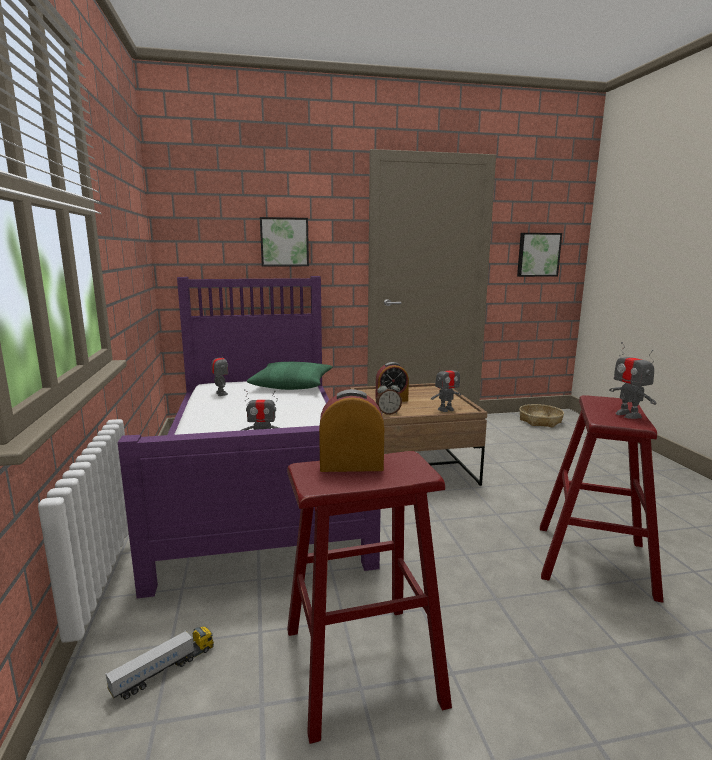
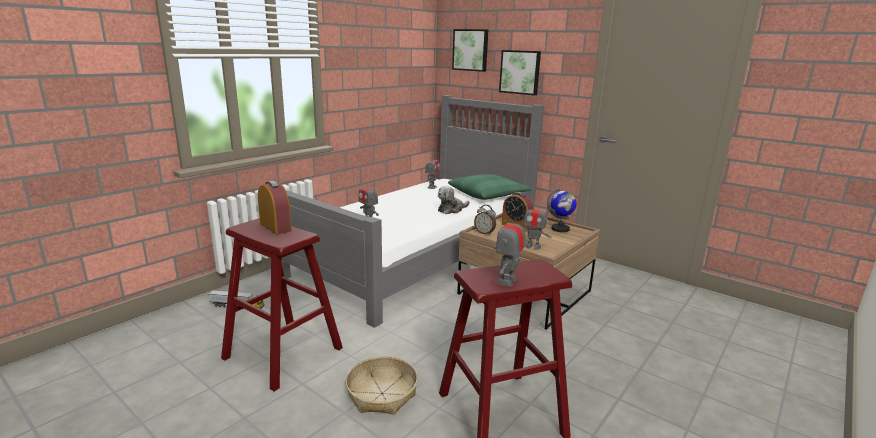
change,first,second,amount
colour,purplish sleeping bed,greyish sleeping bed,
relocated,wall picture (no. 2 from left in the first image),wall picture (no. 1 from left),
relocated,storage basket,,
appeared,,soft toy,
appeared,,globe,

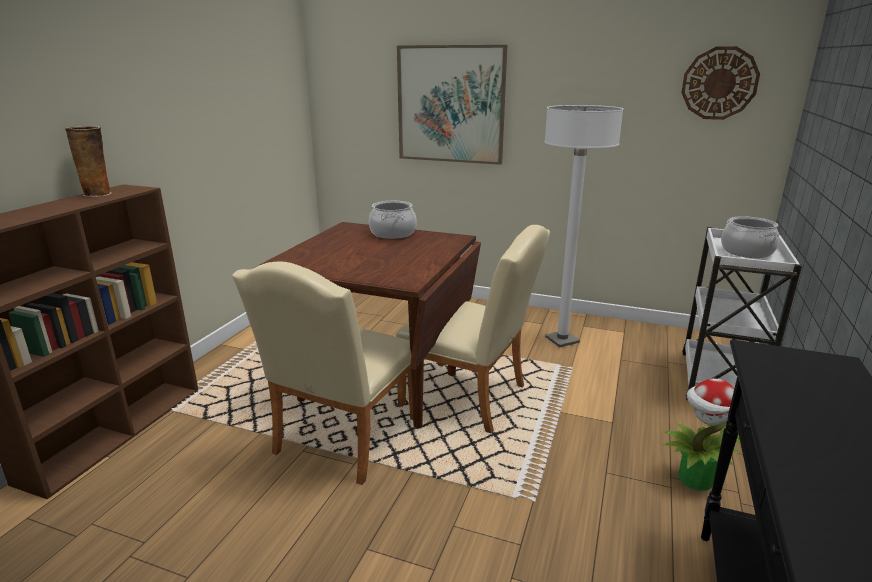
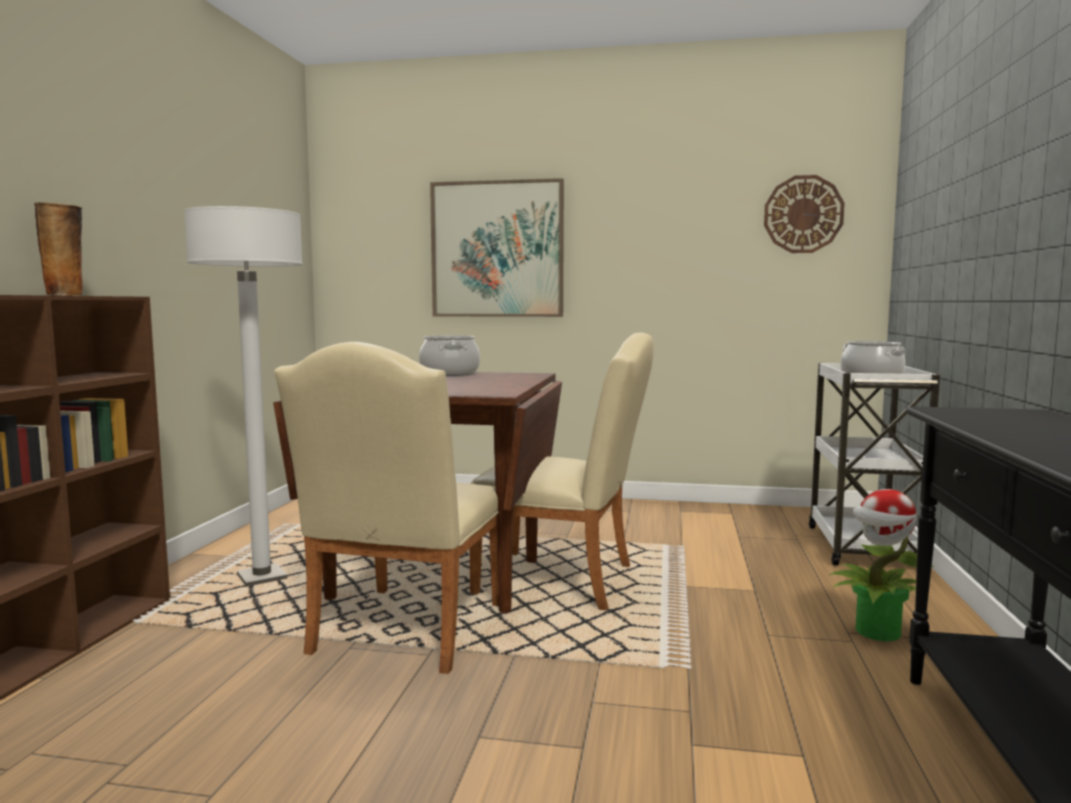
change,first,second,amount
relocated,whitish standing lamp,,

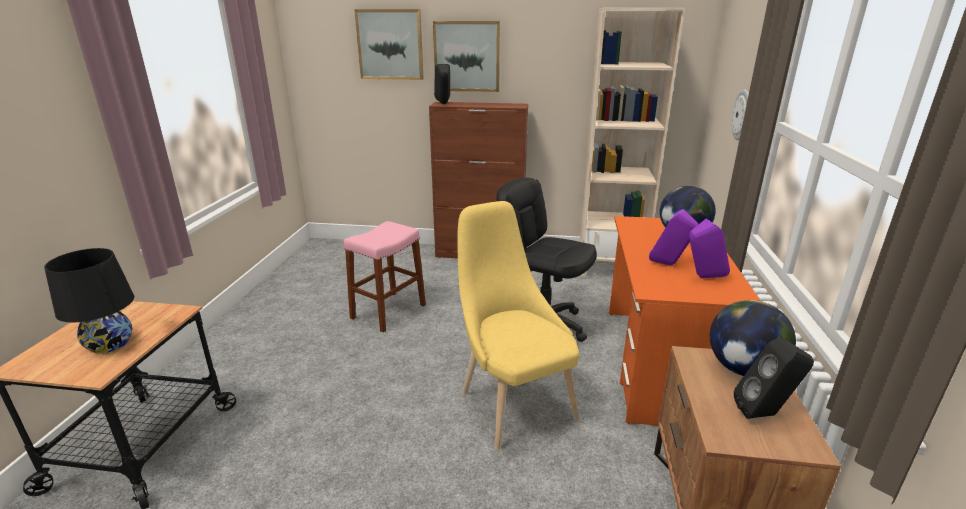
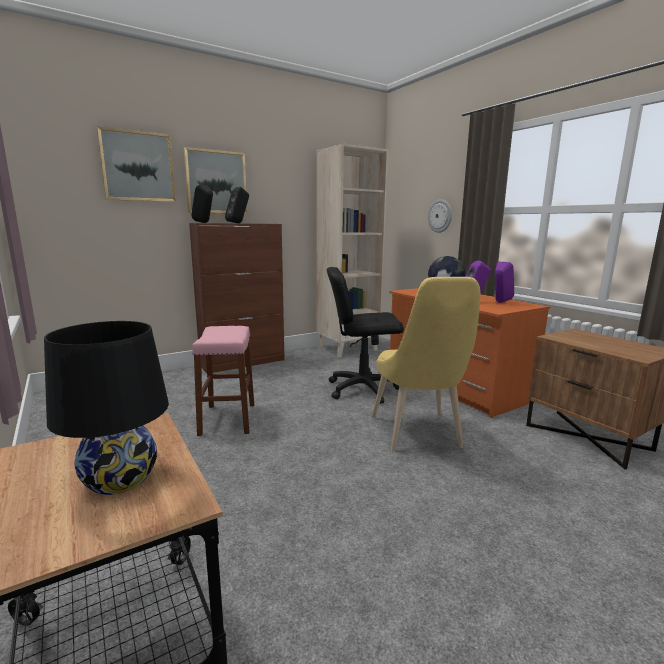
change,first,second,amount
spun,yellow-coloured upright chair,,120 degrees counterclockwise
missing,globe (no. 2 from left),,
relocated,black-coloured audio speaker (no. 2 from left),,

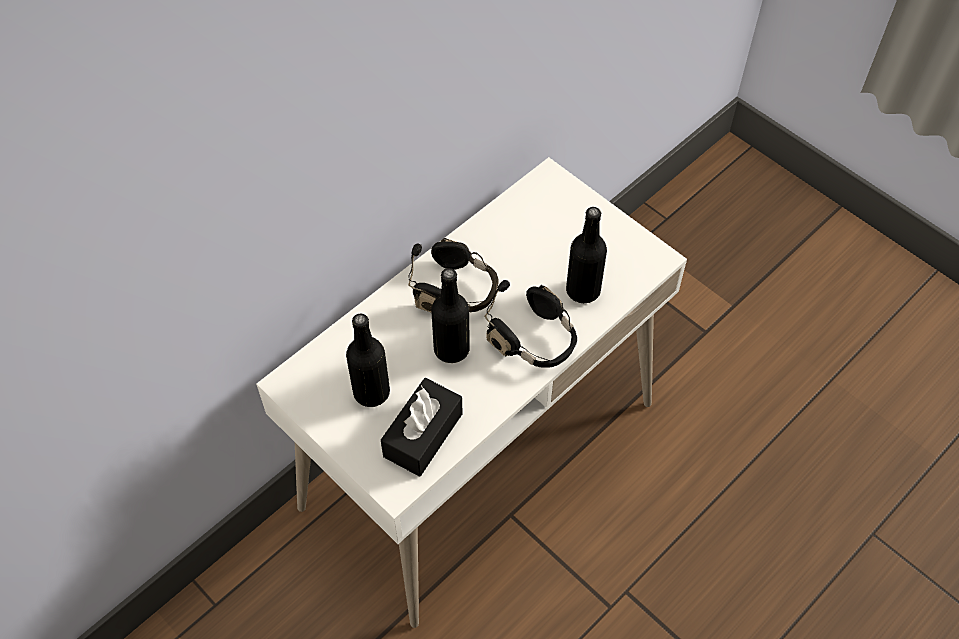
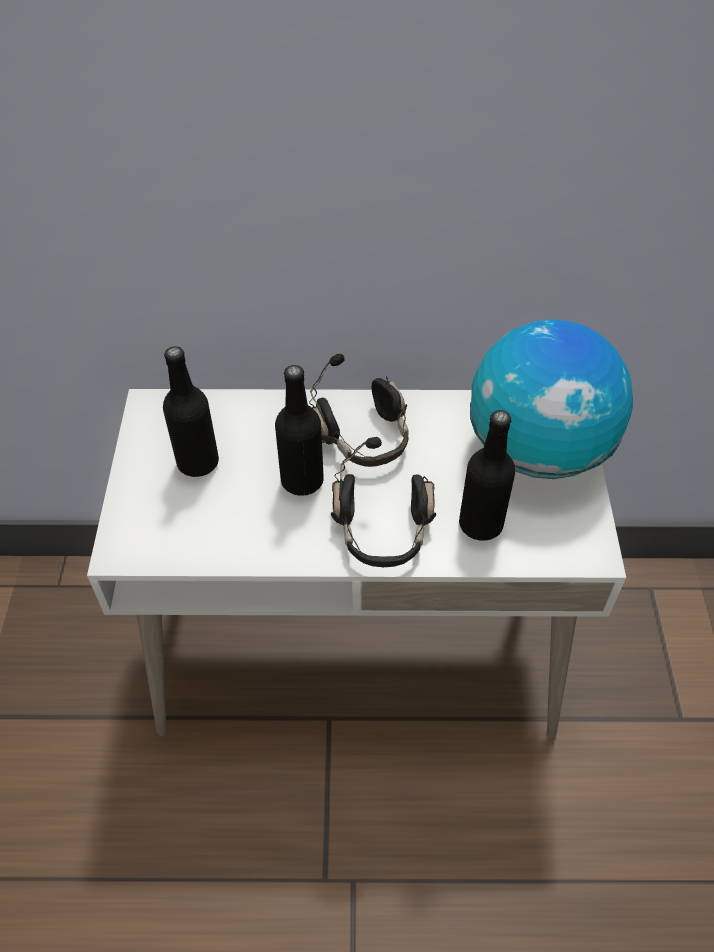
change,first,second,amount
missing,black-coloured tissue box,,
appeared,,globe,

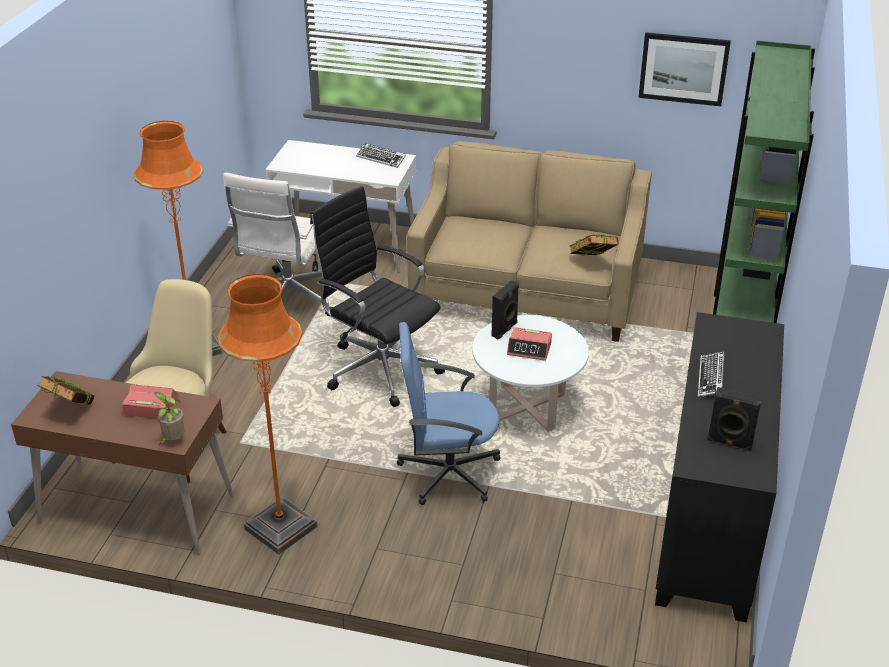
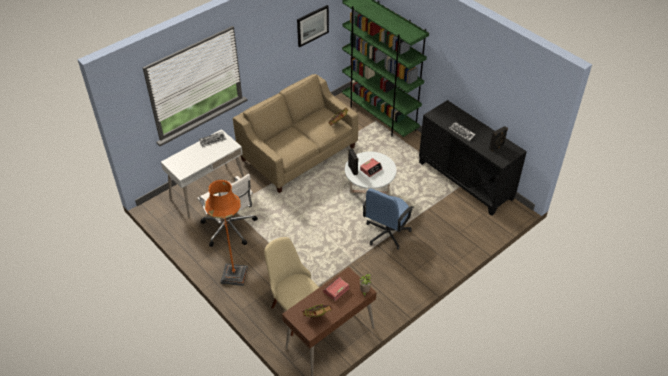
change,first,second,amount
missing,orange-coloured standing lamp (no. 2 from left),,
missing,black-coloured office chair,,

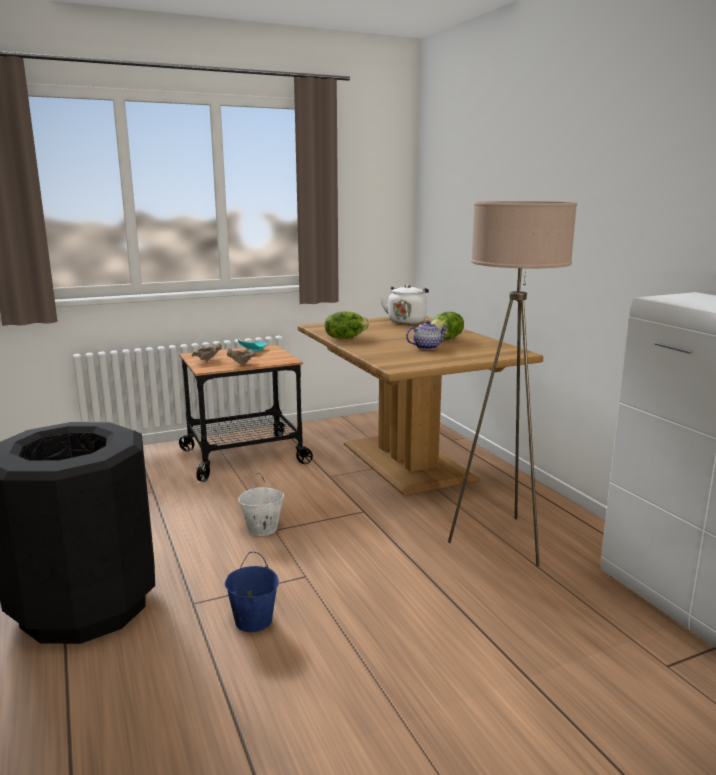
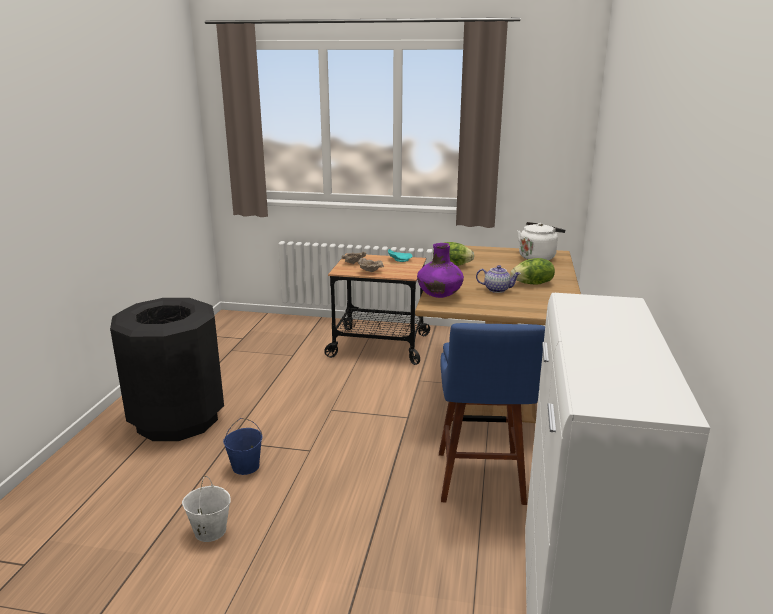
change,first,second,amount
relocated,whitish bucket,,
exchanged,sand-coloured standing lamp,bluish stool seat,
appeared,,purplish flower vase,

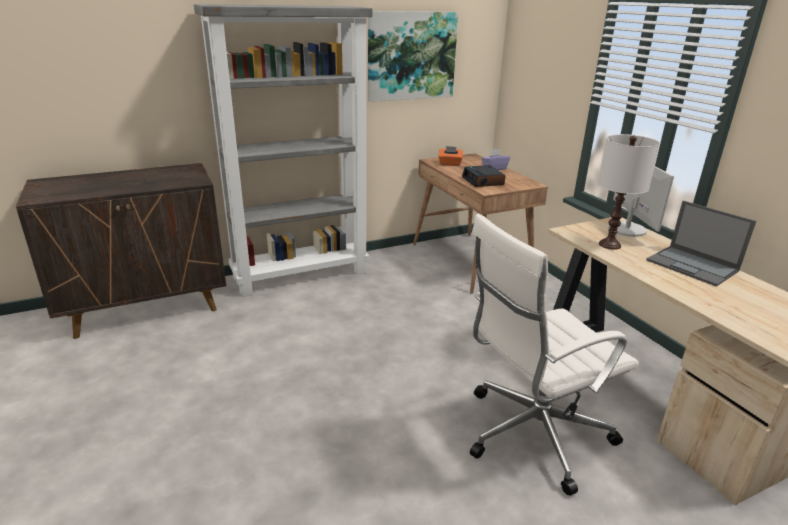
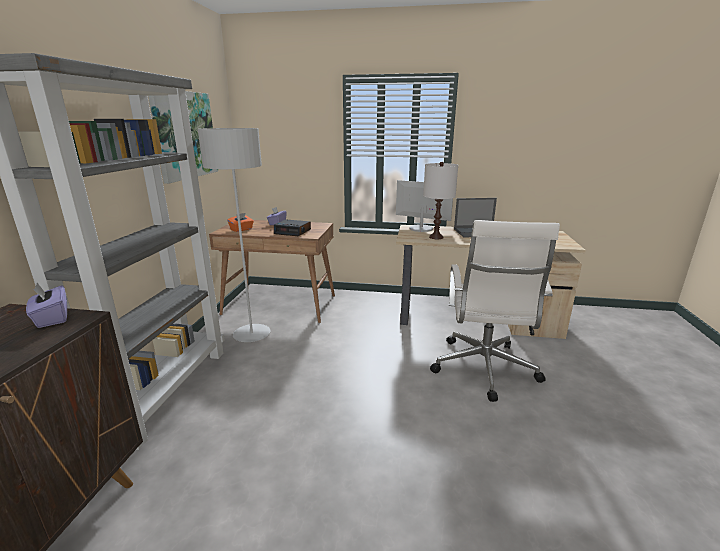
change,first,second,amount
appeared,,purplish tissue box (no. 1 from left),
appeared,,greyish standing lamp,

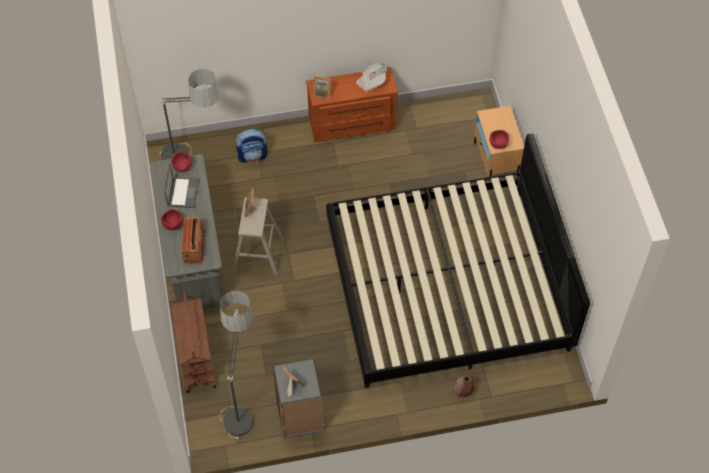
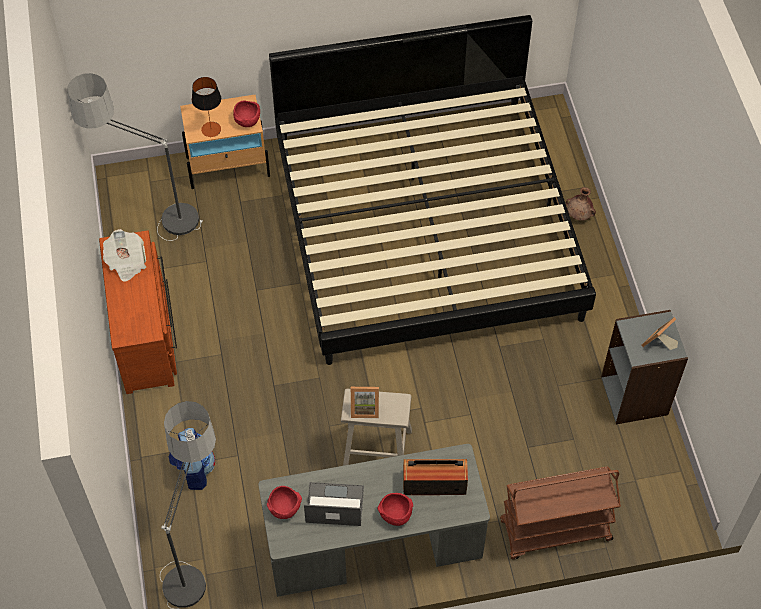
change,first,second,amount
relocated,standing lamp (no. 2 from left in the first image),standing lamp (no. 1 from left),
missing,picture frame (no. 3 from left),,
appeared,,tabletop lamp,

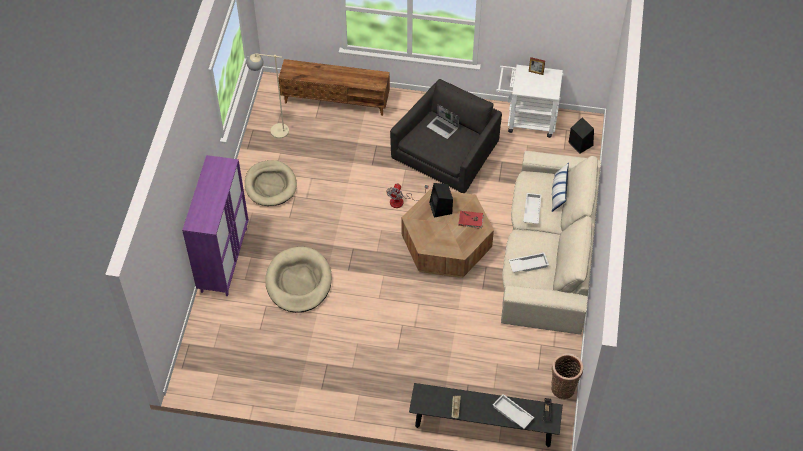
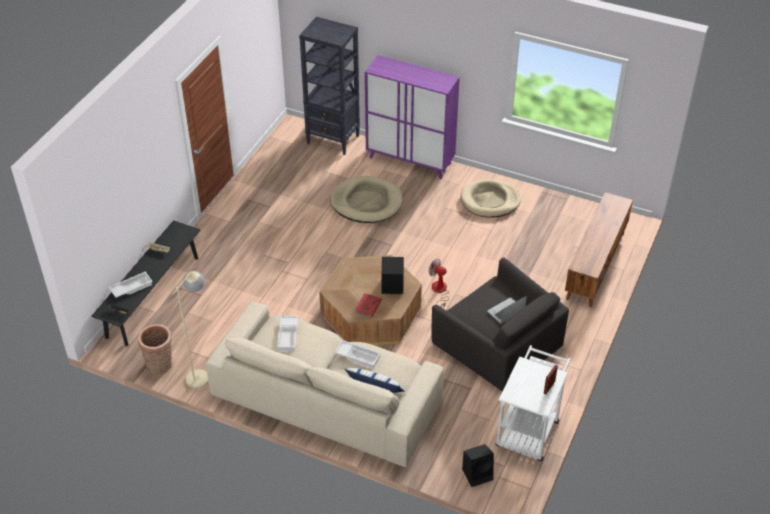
change,first,second,amount
relocated,sand-coloured standing lamp,,
appeared,,black-coloured bookshelf,

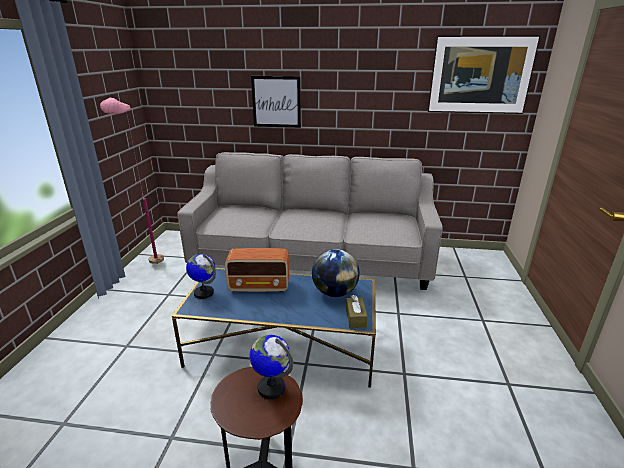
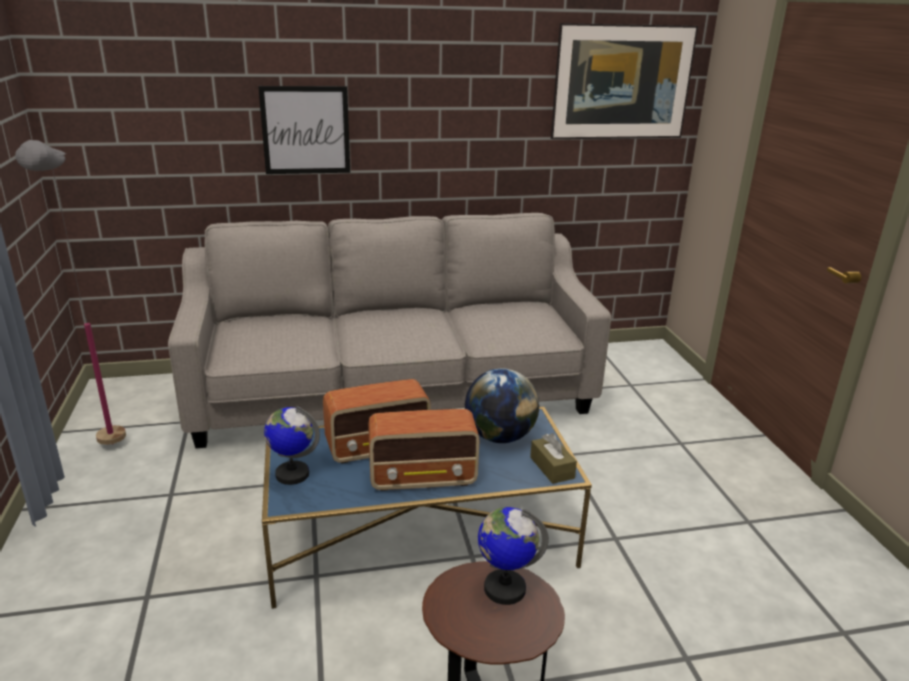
change,first,second,amount
colour,pink-coloured standing lamp,greyish standing lamp,
appeared,,radio receiver (no. 2 from left),

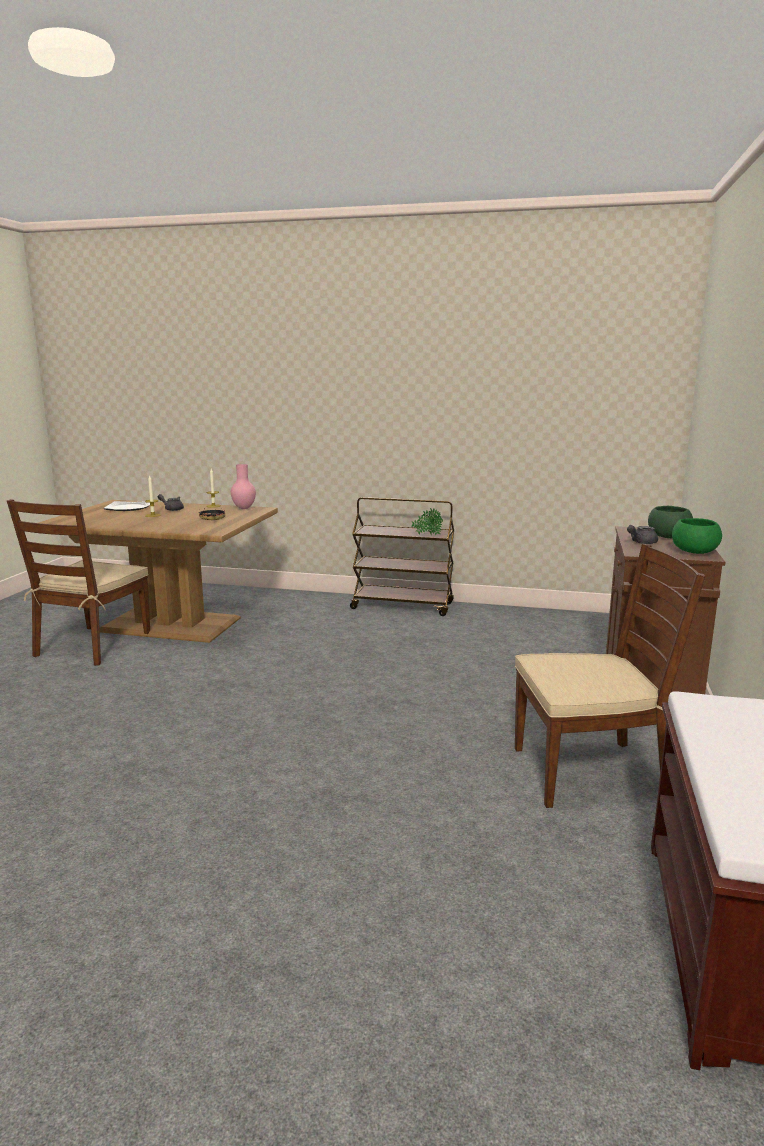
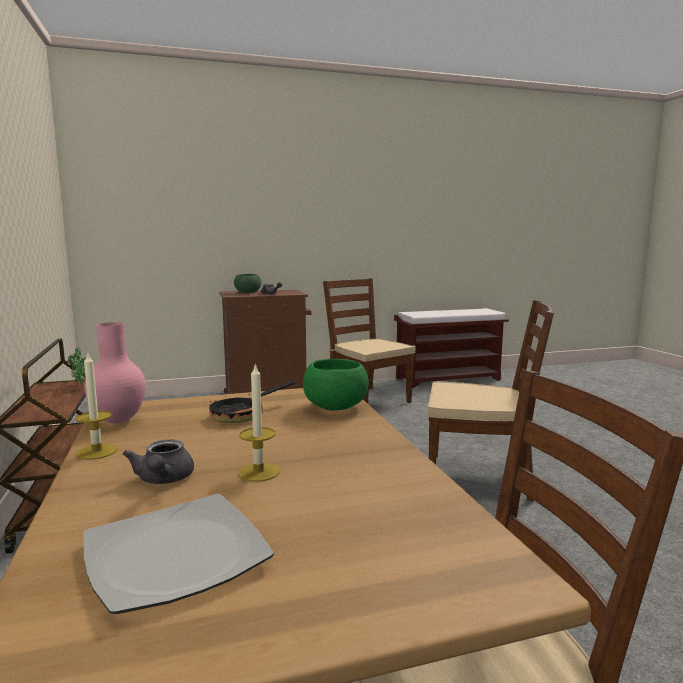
change,first,second,amount
relocated,greenish deep dish (no. 2 from left),,
appeared,,brown-coloured upright chair (no. 2 from left),

